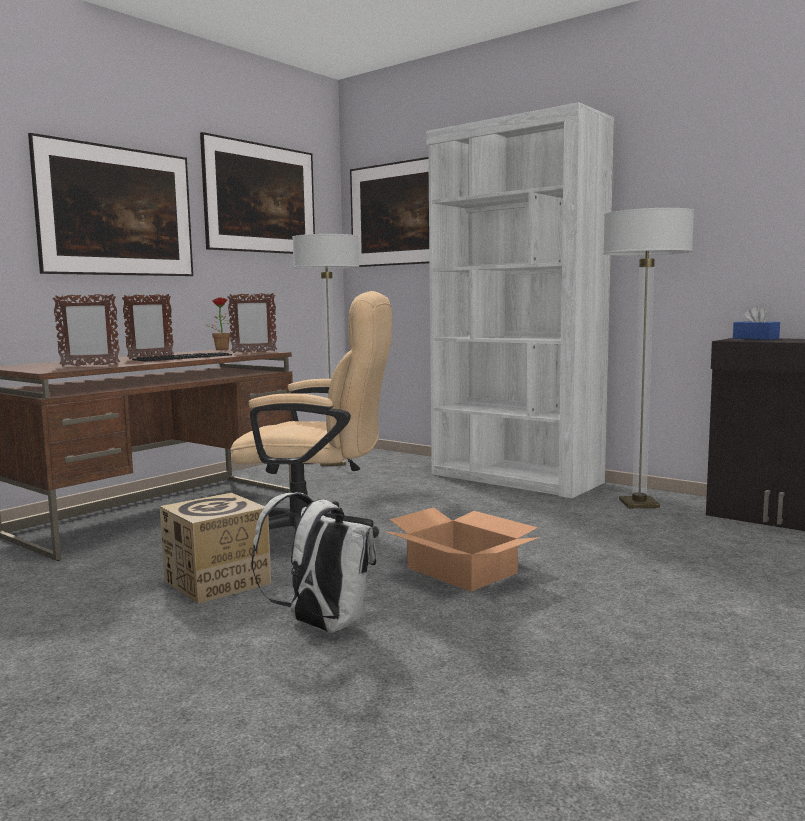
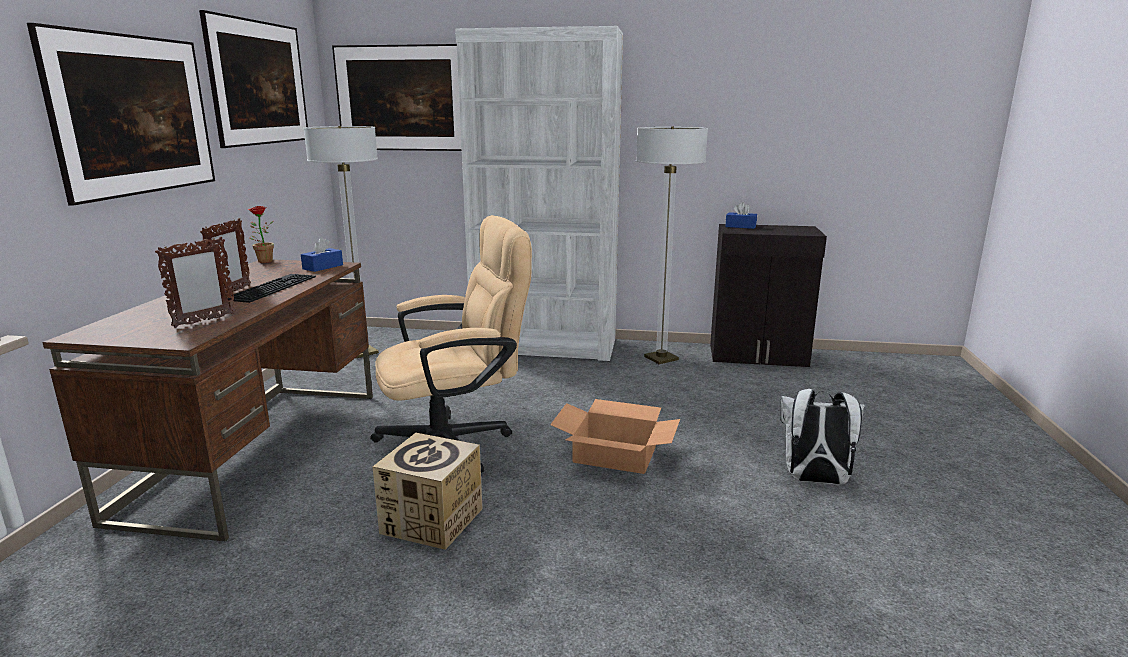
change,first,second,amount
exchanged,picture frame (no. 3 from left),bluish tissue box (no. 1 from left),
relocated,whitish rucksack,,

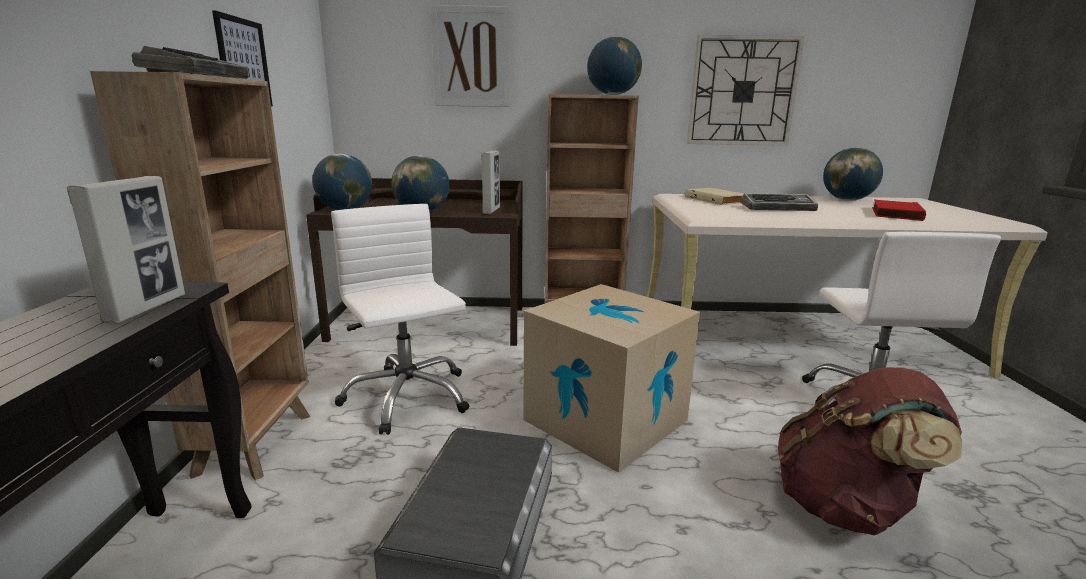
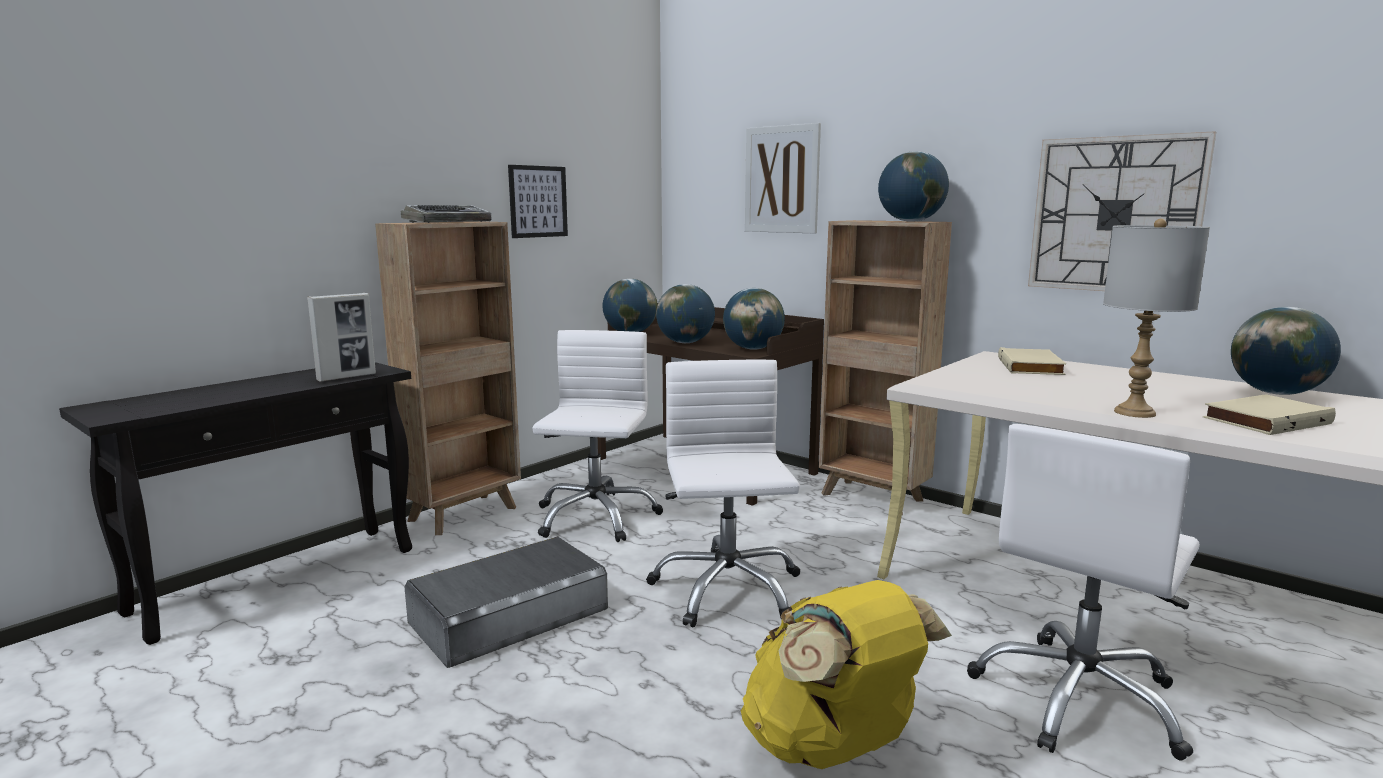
change,first,second,amount
exchanged,picture frame (no. 2 from left),globe (no. 3 from left),
exchanged,carton,whitish office chair (no. 2 from left),
missing,PC keyboard (no. 2 from left),,
colour,brown-coloured rucksack,yellow-coloured rucksack,
colour,red bound book,sand-coloured bound book (no. 2 from left),
appeared,,greyish tabletop lamp,

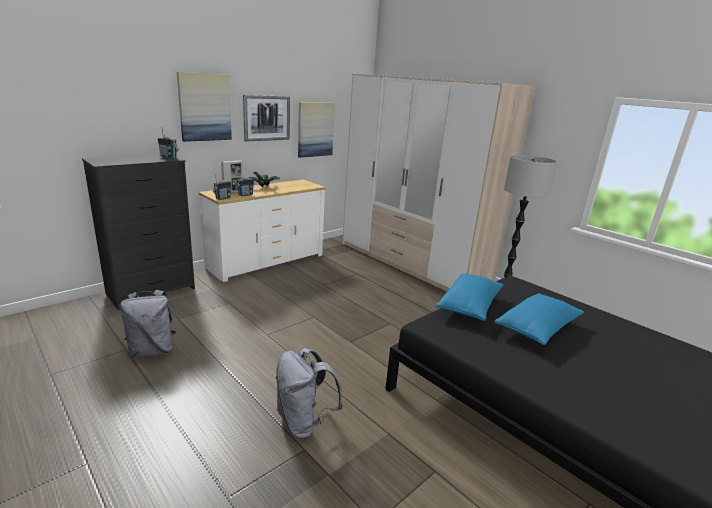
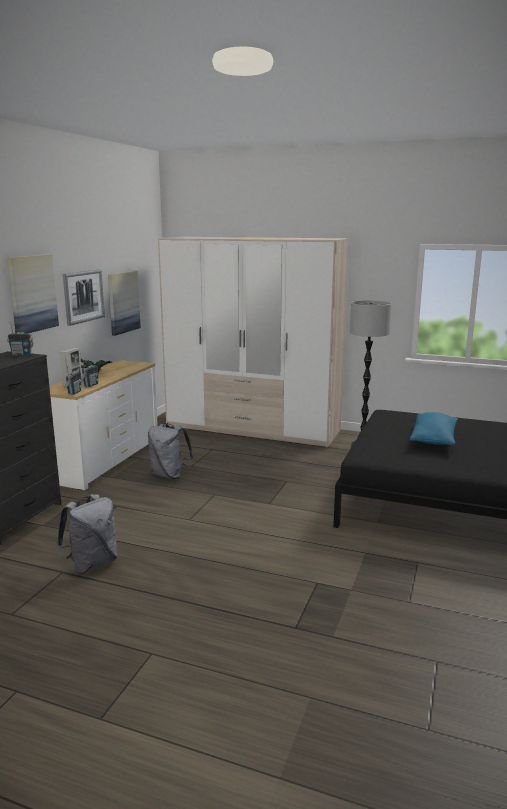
change,first,second,amount
relocated,greyish rucksack (no. 2 from left),,
missing,bluish cushion (no. 1 from left),,

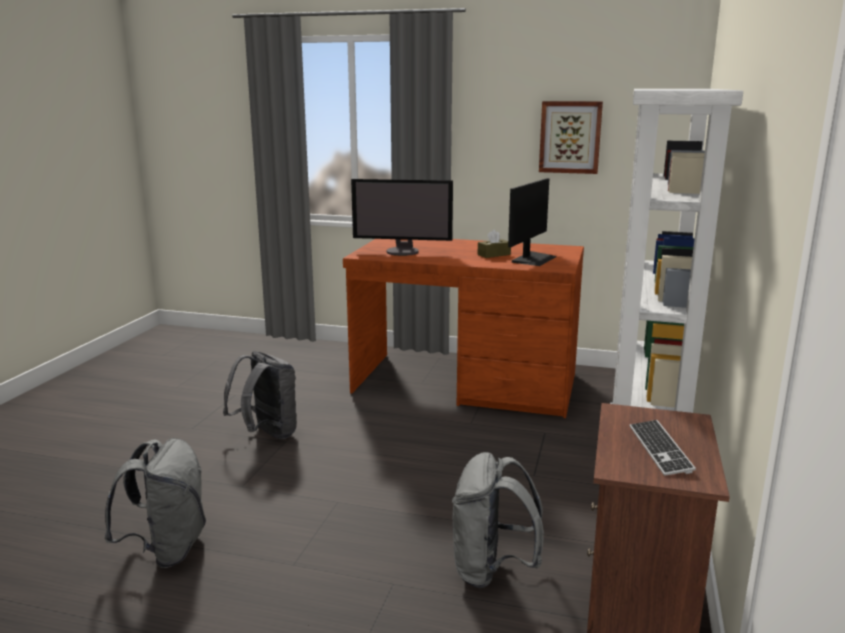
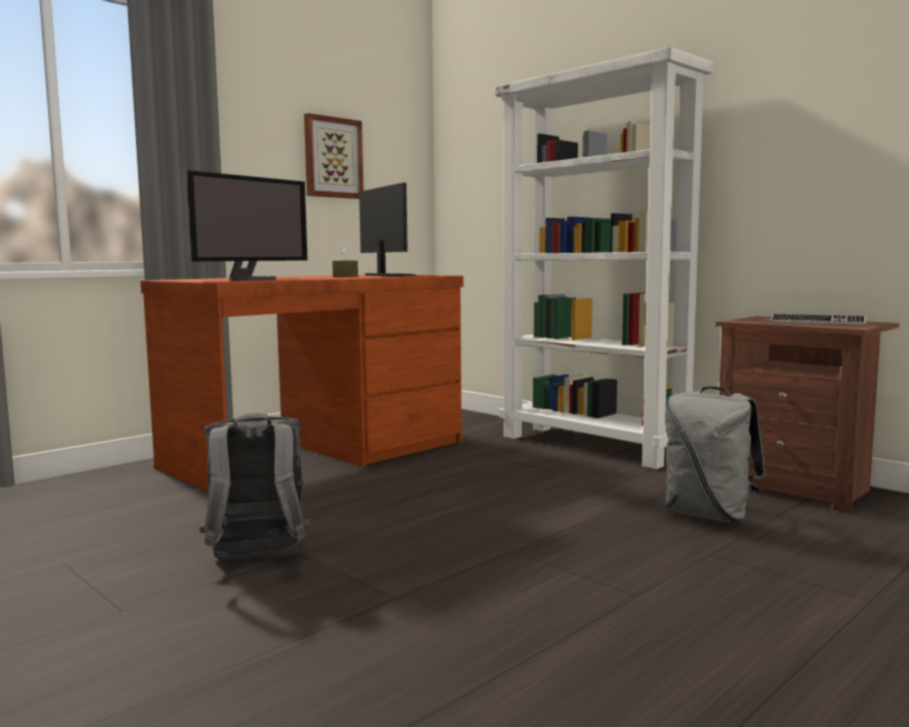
change,first,second,amount
missing,greyish rucksack (no. 1 from left),,

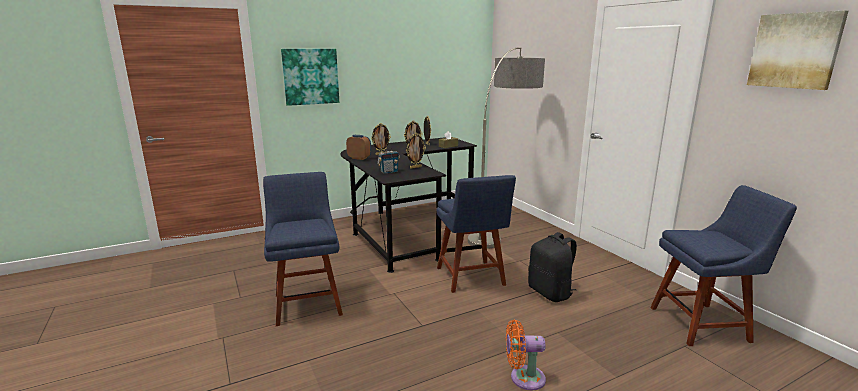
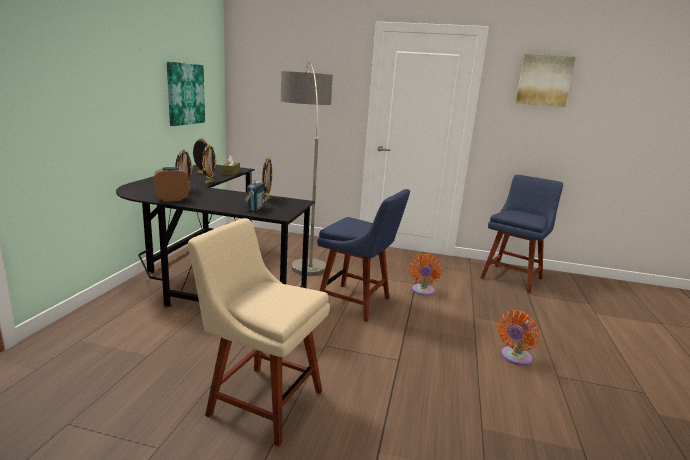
change,first,second,amount
colour,bluish upright chair (no. 1 from left),sand-coloured upright chair,
relocated,wall picture (no. 1 from left),,
exchanged,black-coloured rucksack,orange-coloured fan (no. 1 from left),

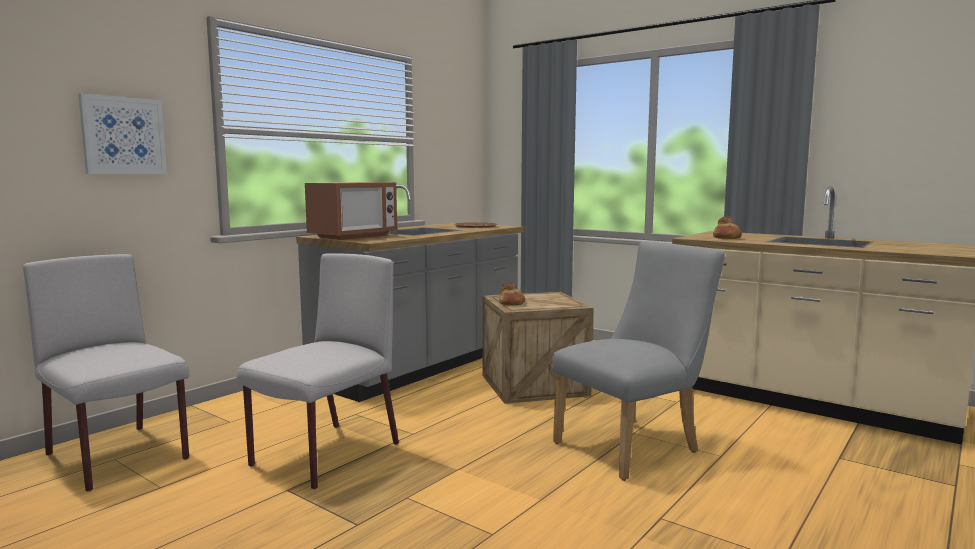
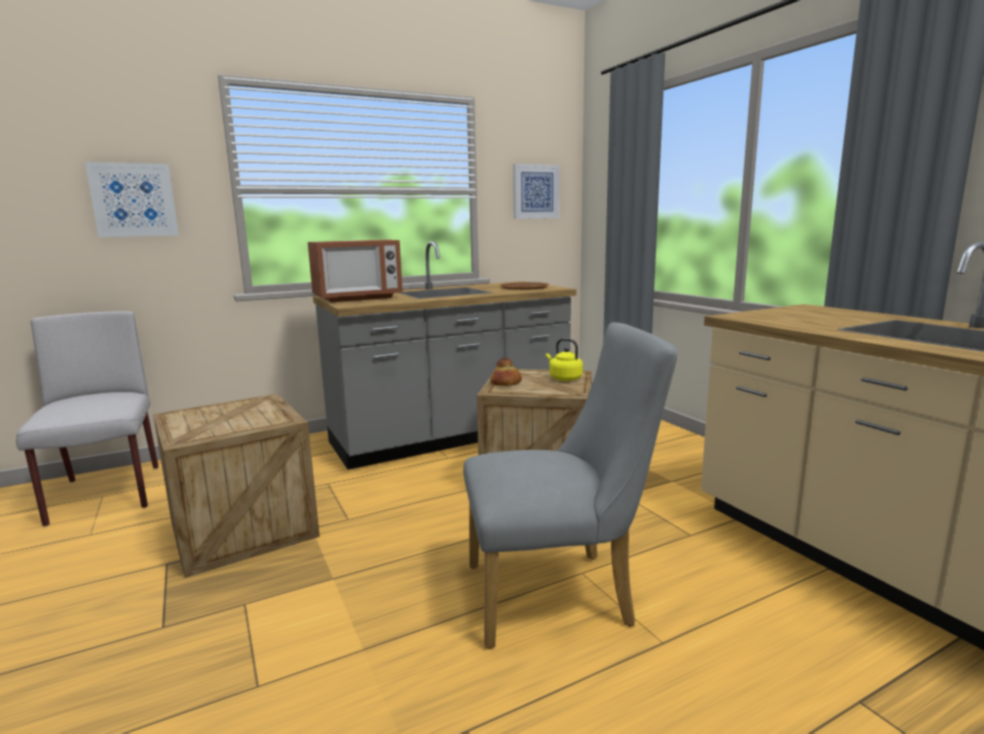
change,first,second,amount
exchanged,greyish upright chair (no. 2 from left),shipping crate (no. 1 from left),
missing,bread (no. 2 from left),,
appeared,,wall picture (no. 2 from left),
appeared,,yellow-coloured kettle,

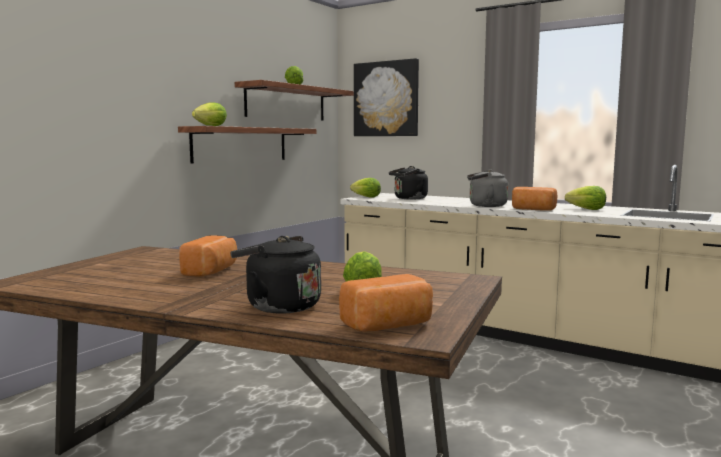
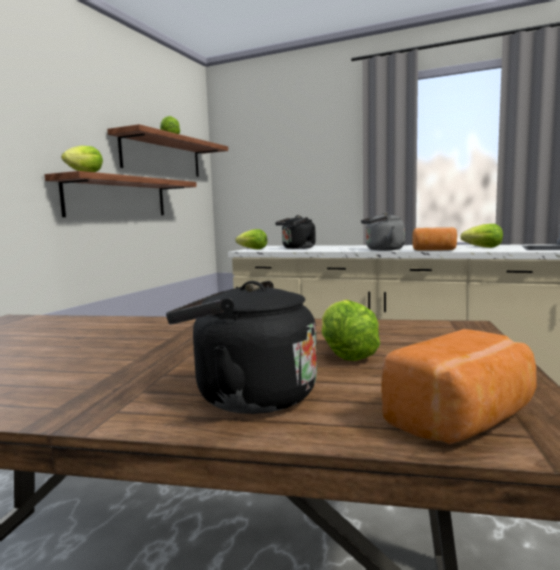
change,first,second,amount
missing,bread (no. 1 from left),,
missing,wall picture,,

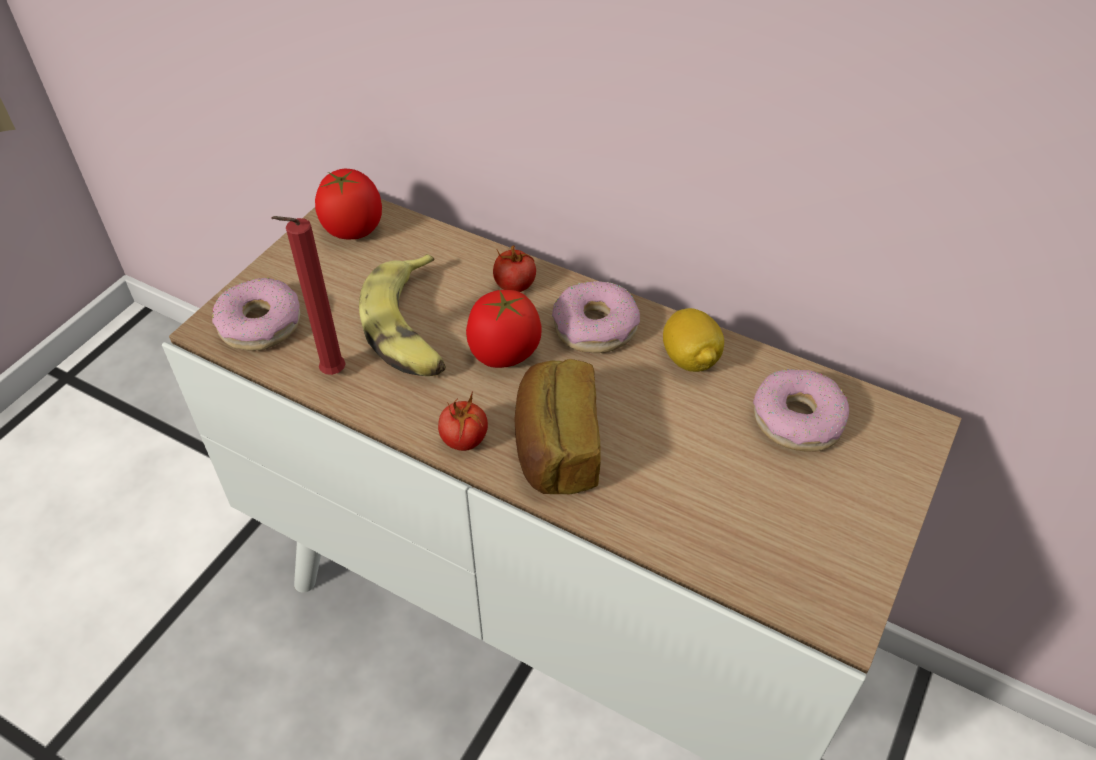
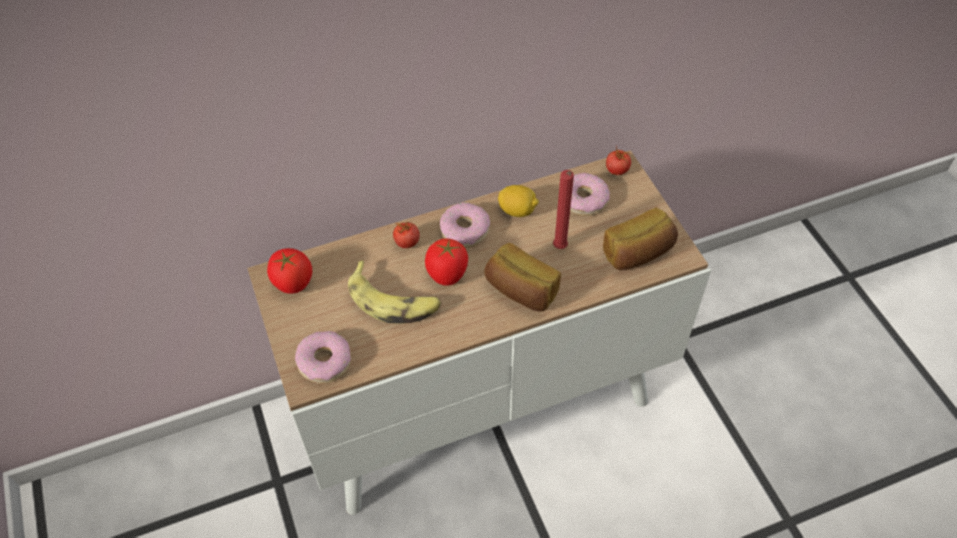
change,first,second,amount
relocated,red wax candle,,
relocated,tomato (no. 2 from left in the first image),tomato (no. 4 from left),
appeared,,bread (no. 2 from left),

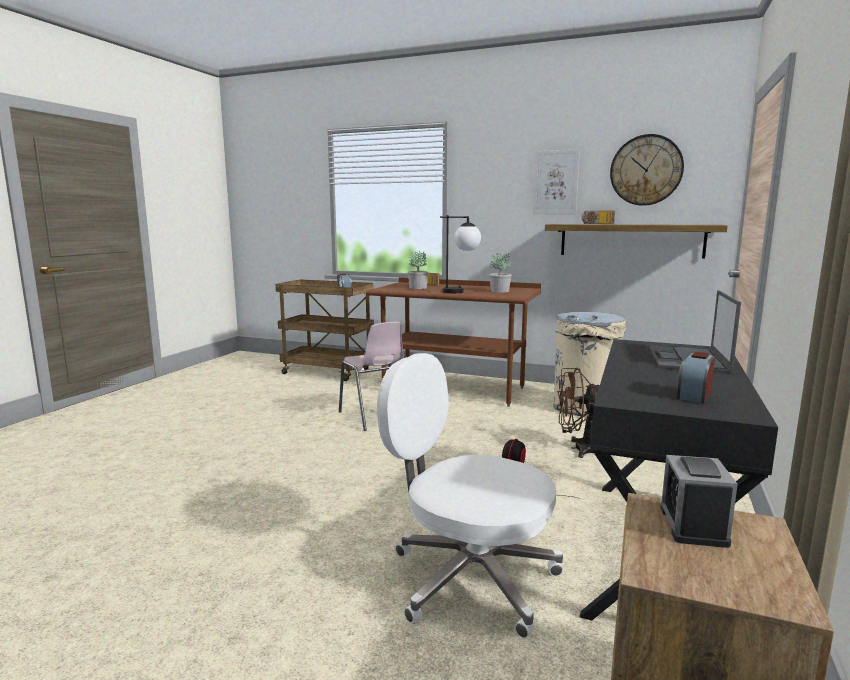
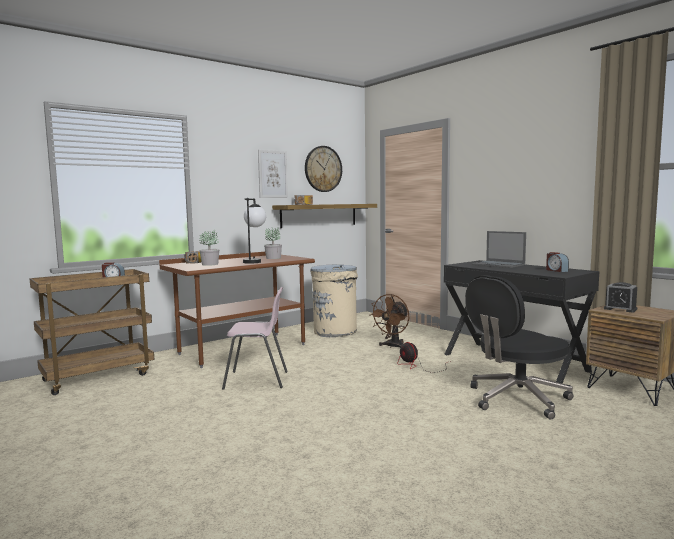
change,first,second,amount
colour,whitish office chair,black-coloured office chair,

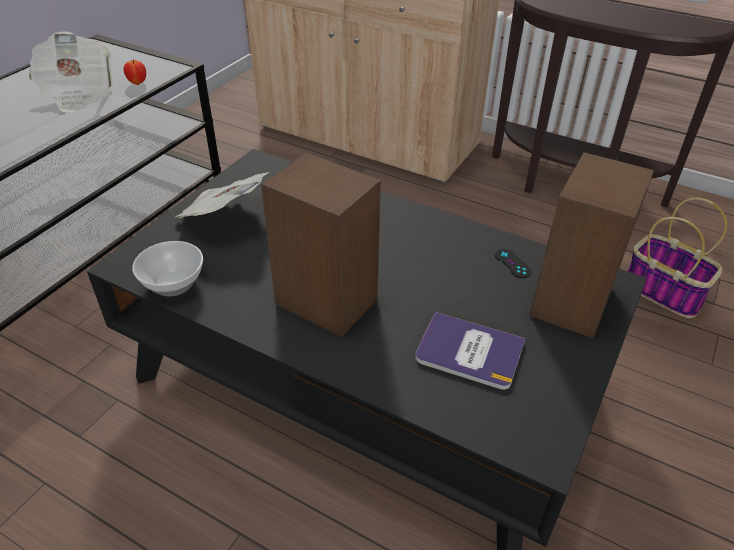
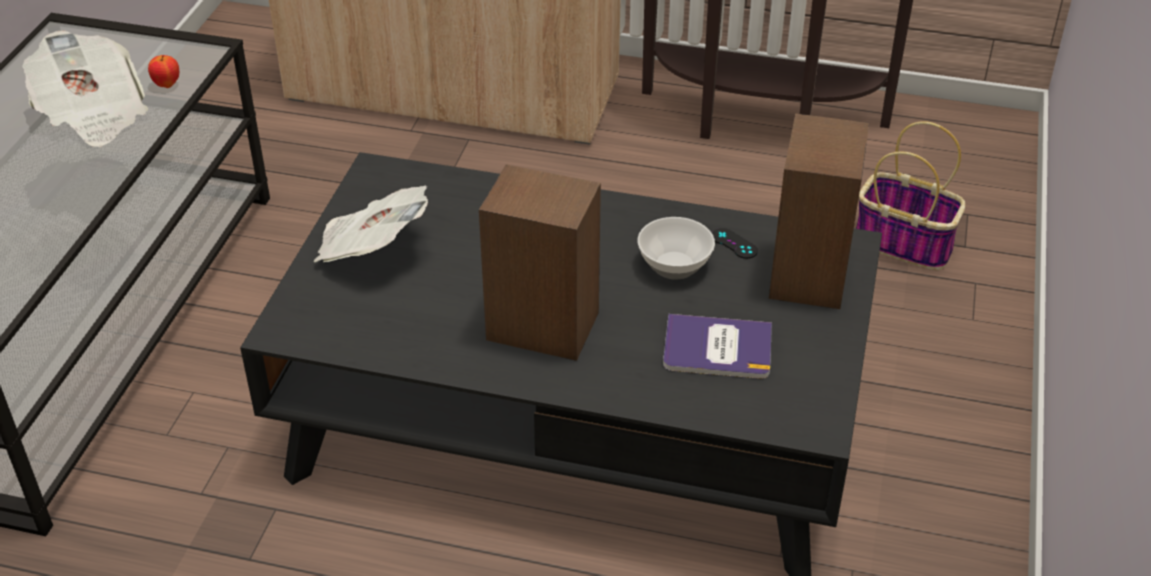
change,first,second,amount
relocated,deep dish,,

